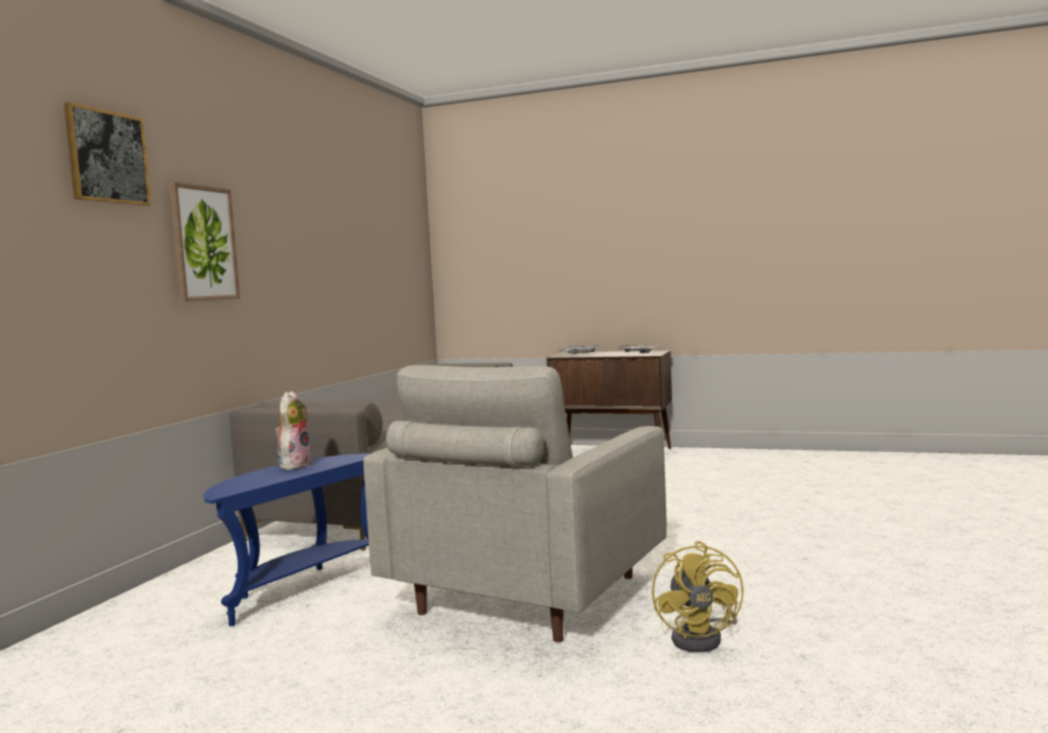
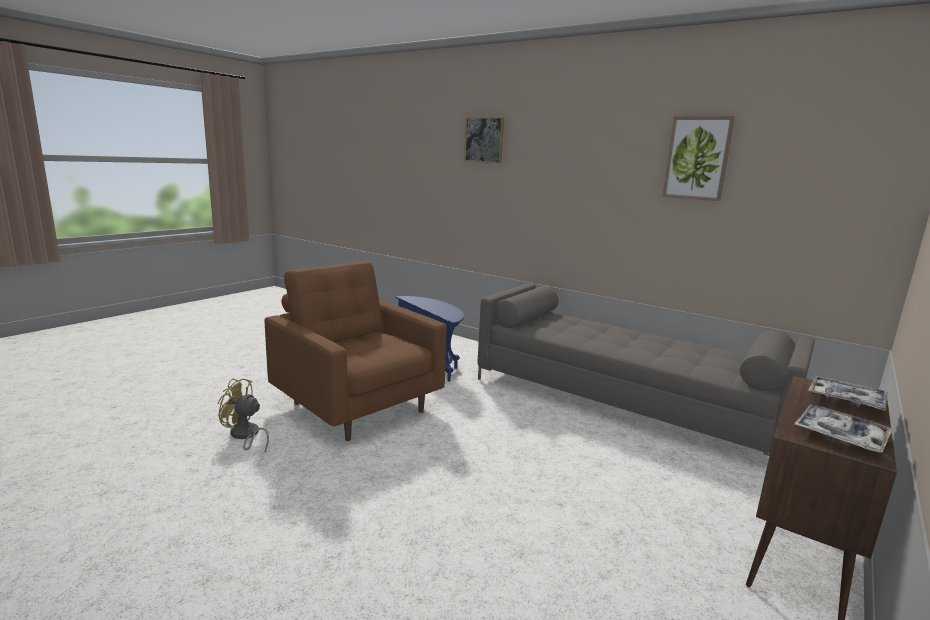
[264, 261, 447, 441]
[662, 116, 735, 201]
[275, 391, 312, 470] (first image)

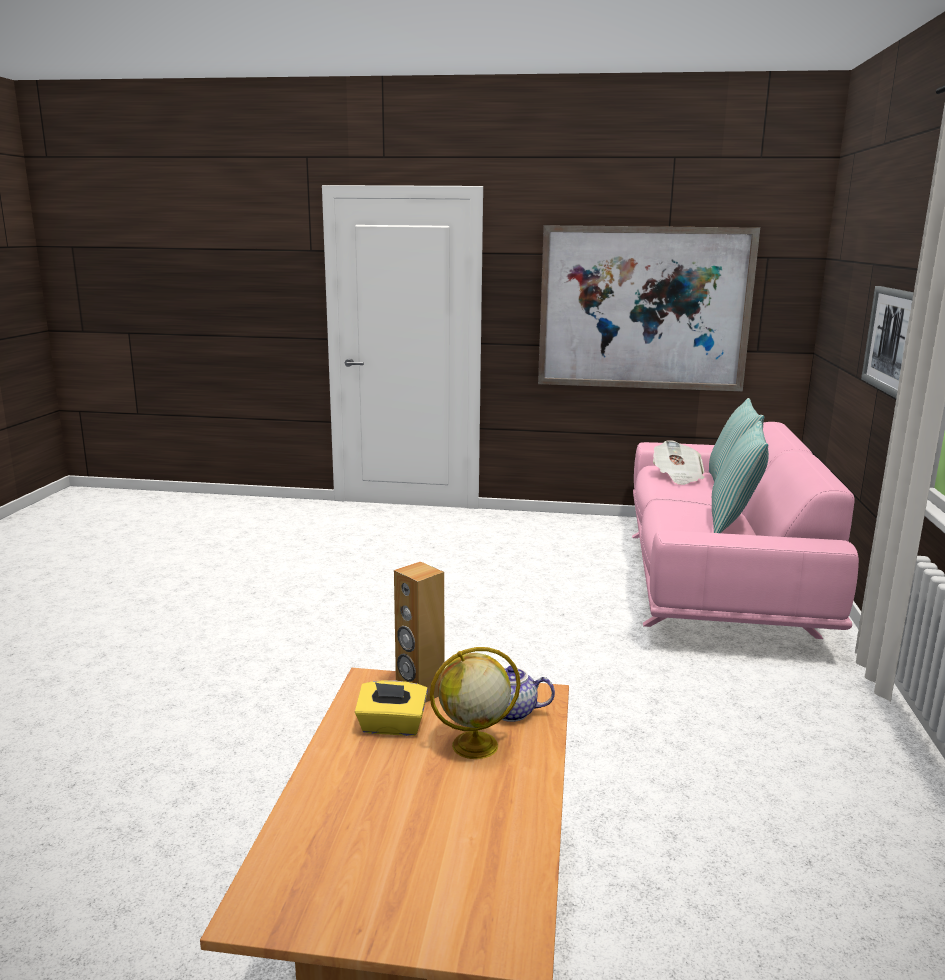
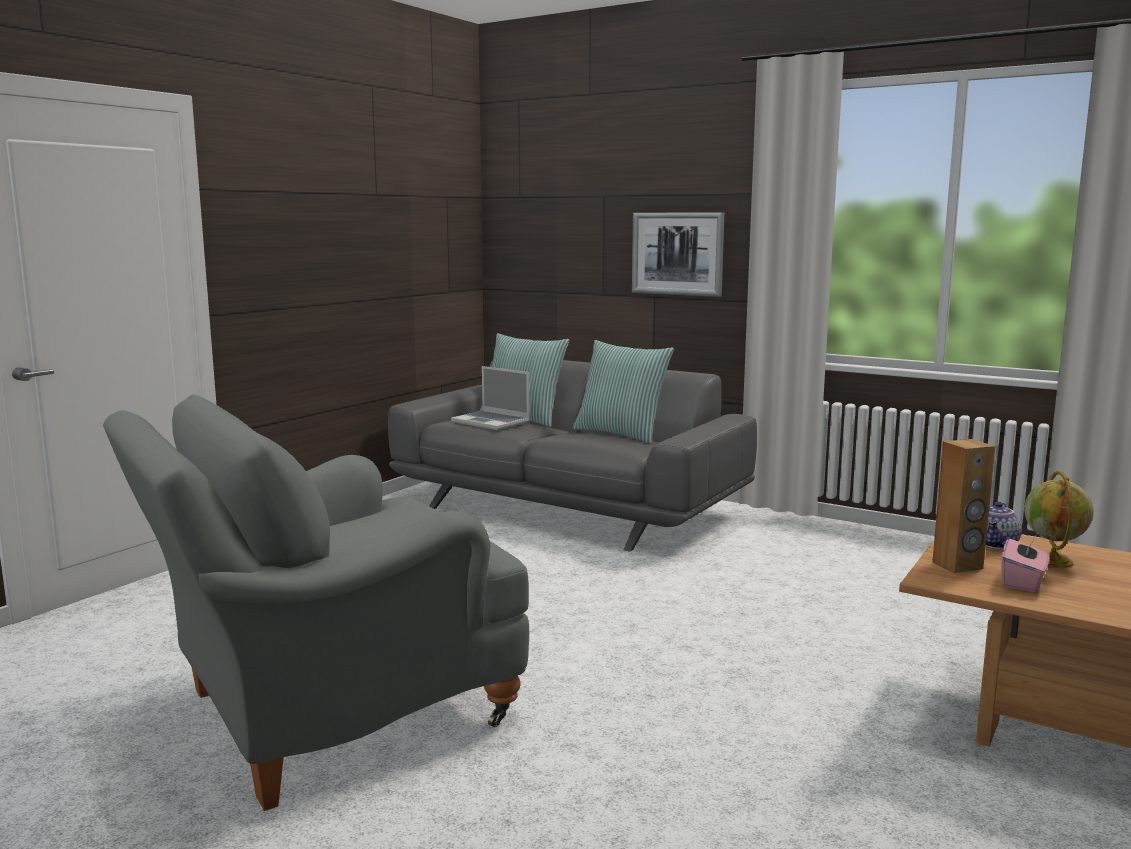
[103, 394, 529, 811]
[388, 360, 757, 552]
[451, 366, 530, 430]
[1001, 534, 1049, 592]
[538, 225, 760, 392] (first image)

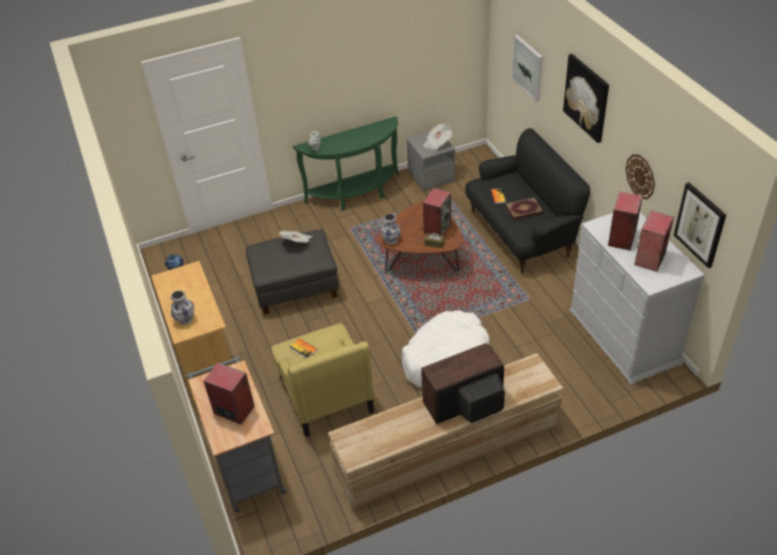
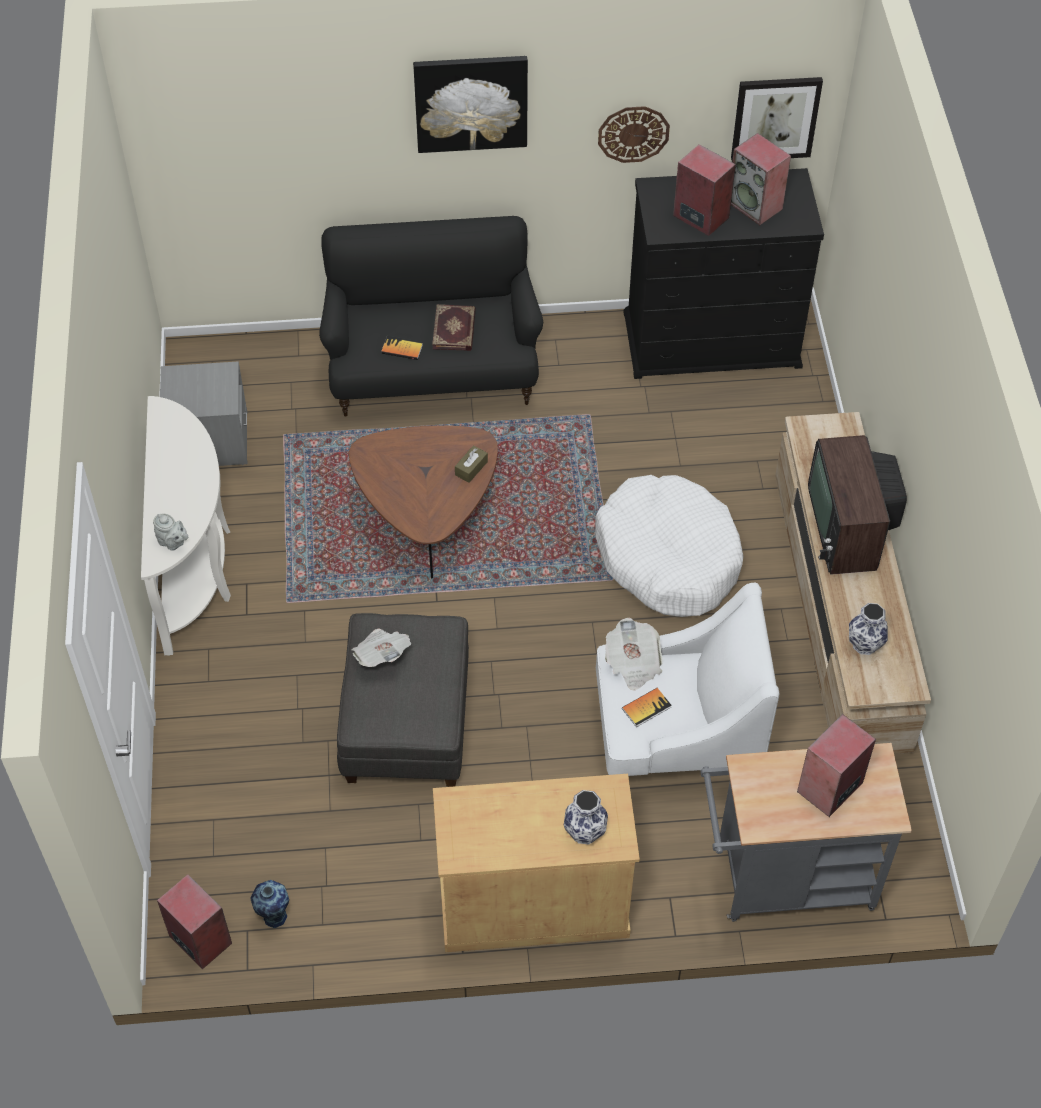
[141, 396, 231, 656]
[157, 874, 232, 970]
[596, 583, 780, 776]
[605, 618, 662, 691]
[623, 168, 824, 379]
[849, 603, 888, 655]
[512, 35, 543, 102] (first image)

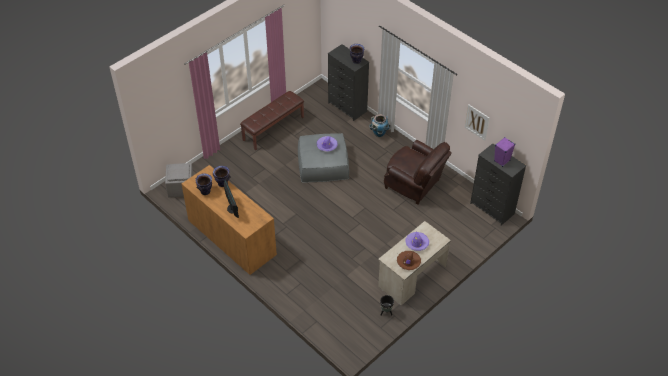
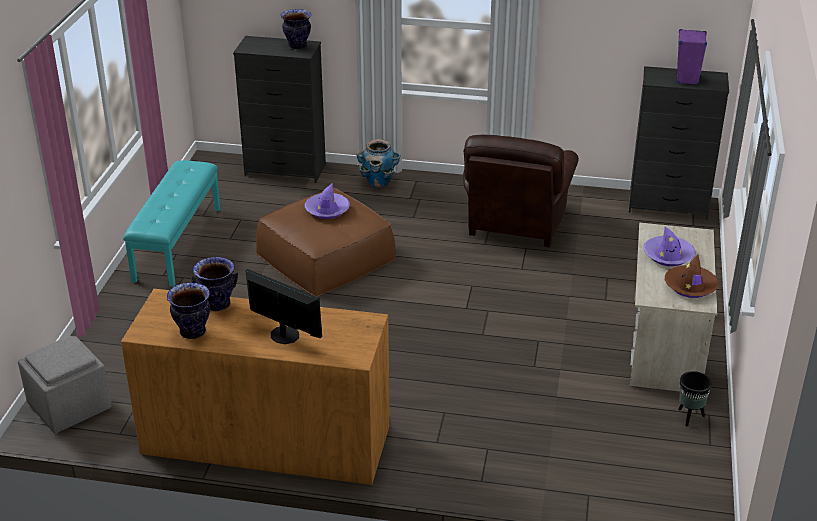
[123, 160, 220, 287]
[256, 188, 396, 297]
[463, 135, 579, 247]
[465, 105, 490, 141] (first image)

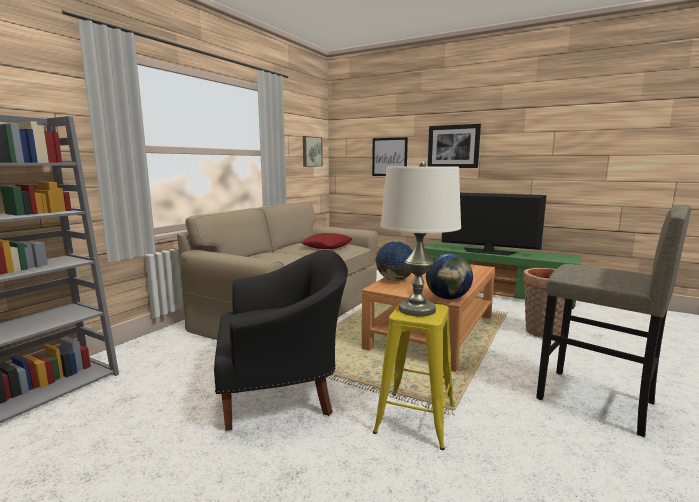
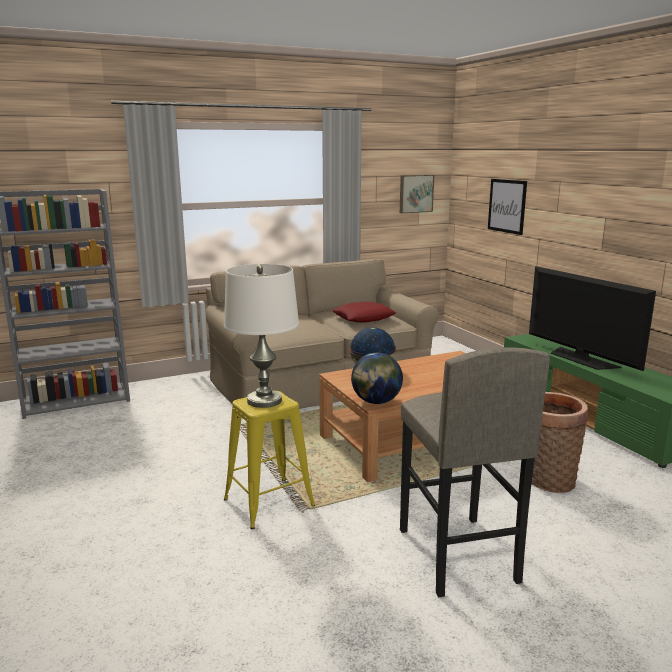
[214, 250, 348, 431] (first image)
[428, 124, 481, 168] (first image)

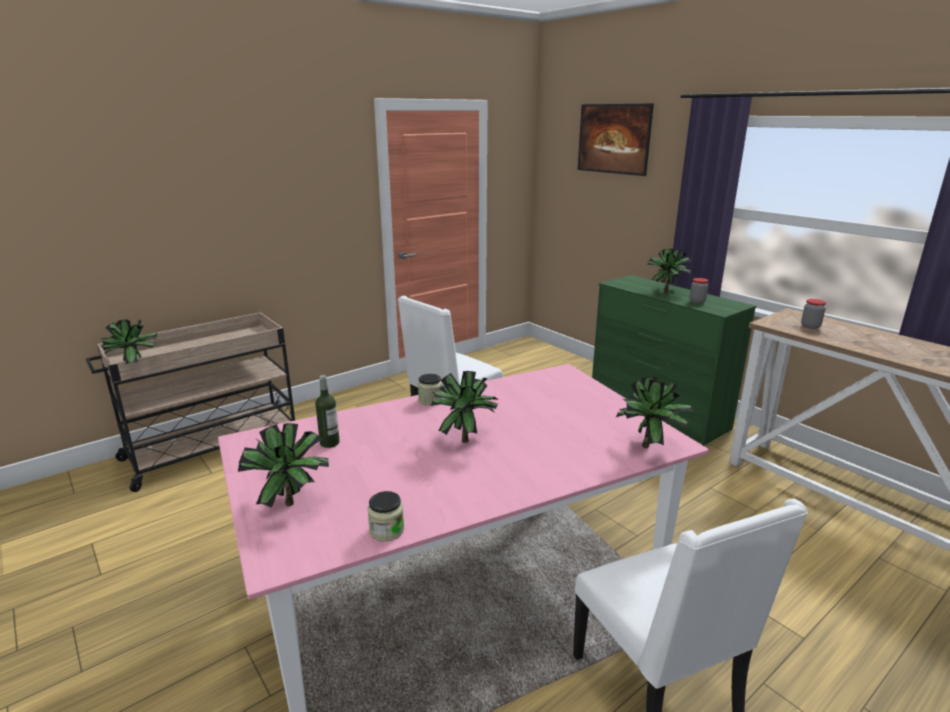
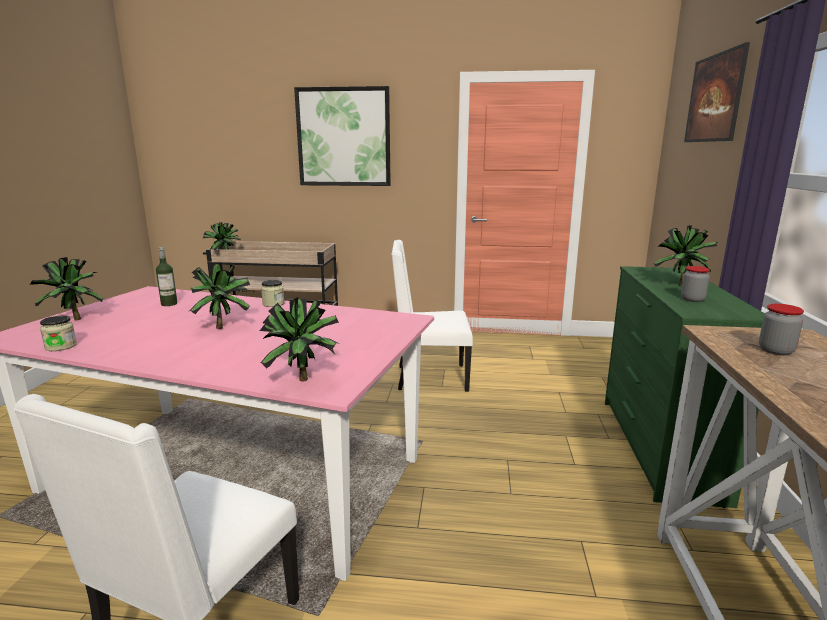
[294, 86, 391, 186]

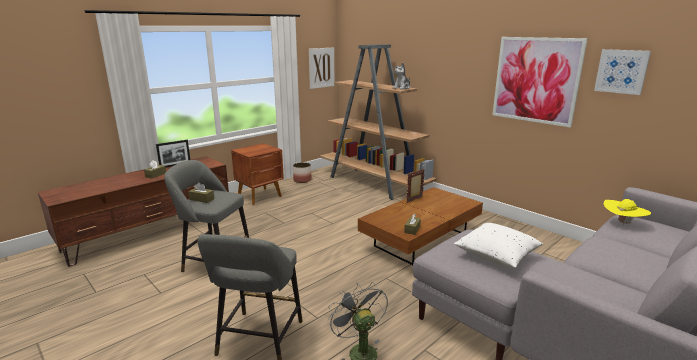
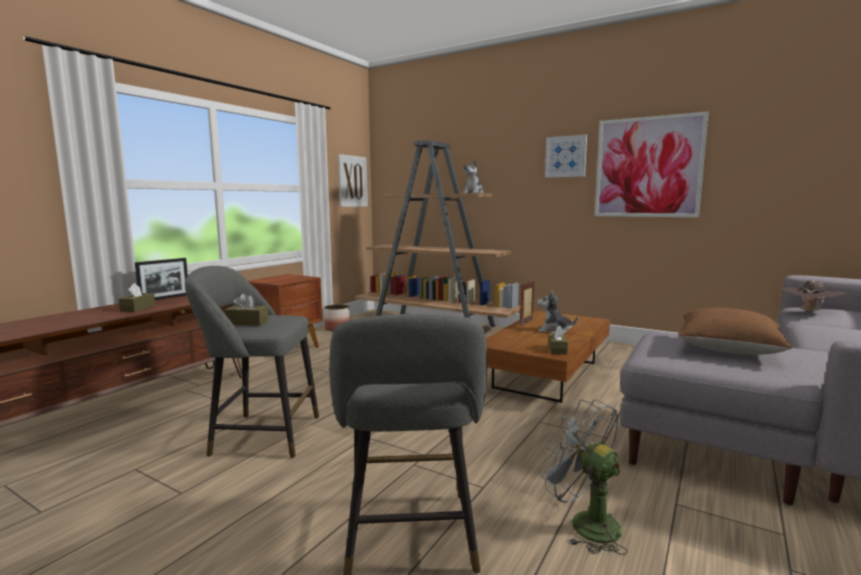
[537, 290, 578, 334]
[545, 134, 587, 178]
[678, 308, 792, 355]
[781, 280, 847, 313]

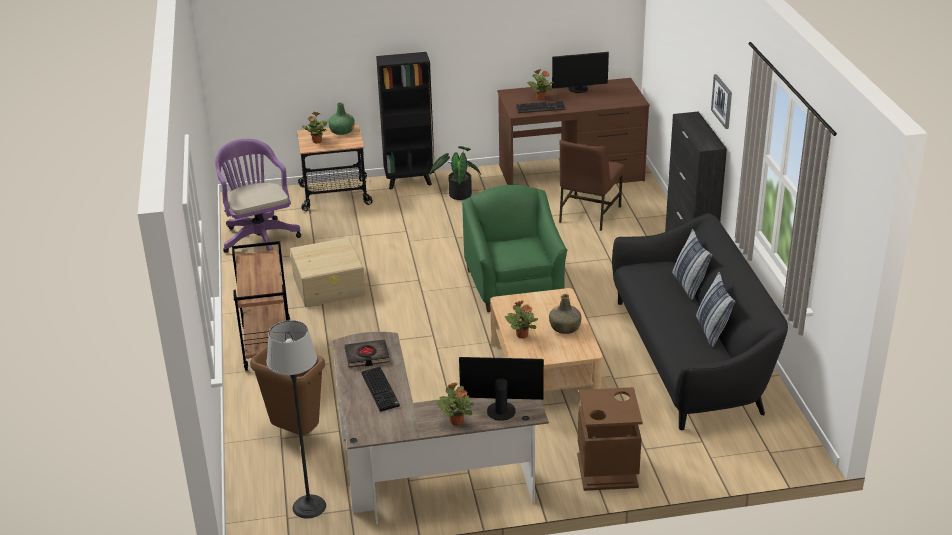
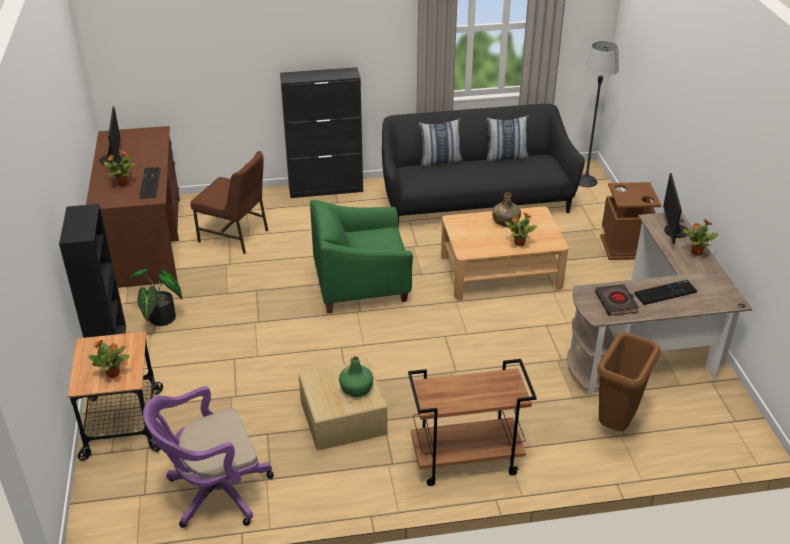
[339, 356, 373, 397]
[579, 41, 619, 187]
[711, 74, 732, 129] (first image)

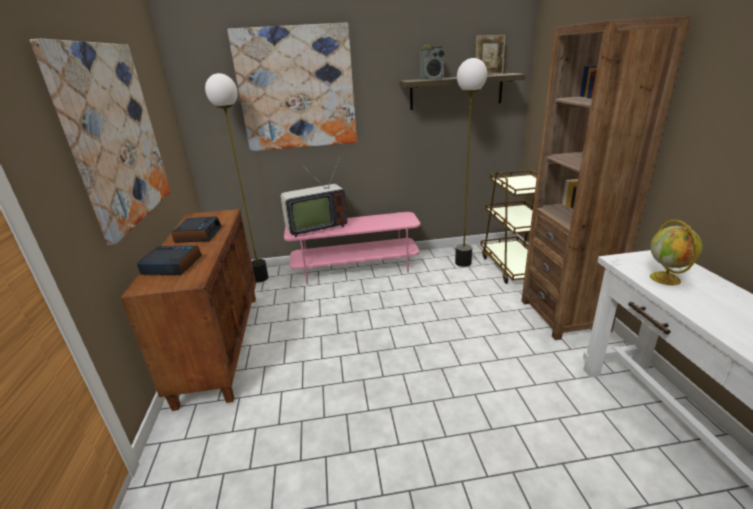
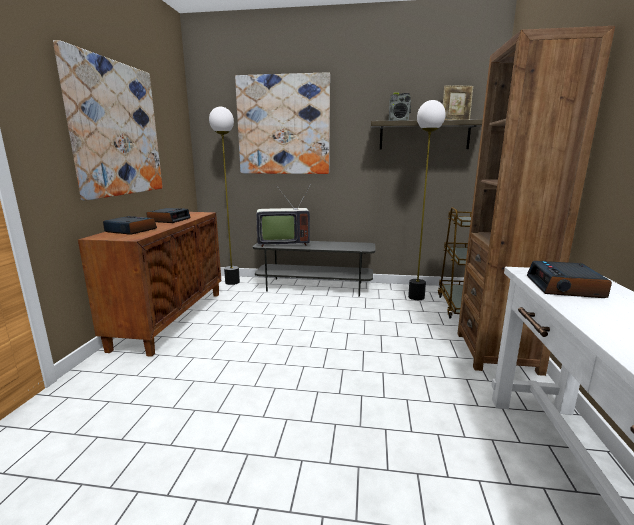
[253, 241, 375, 297]
[527, 261, 612, 298]

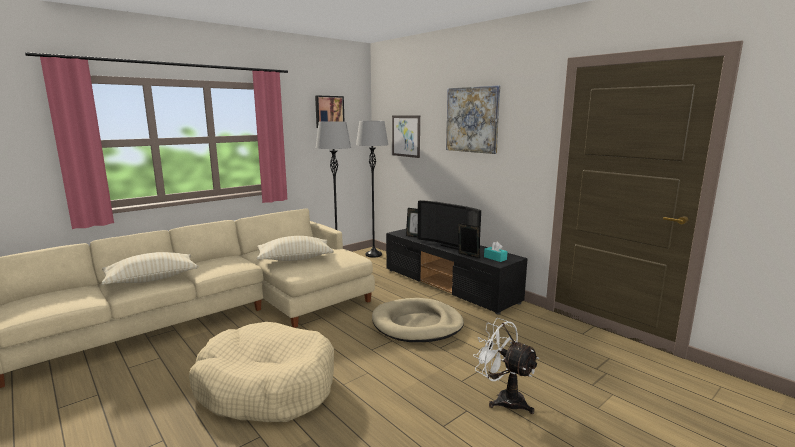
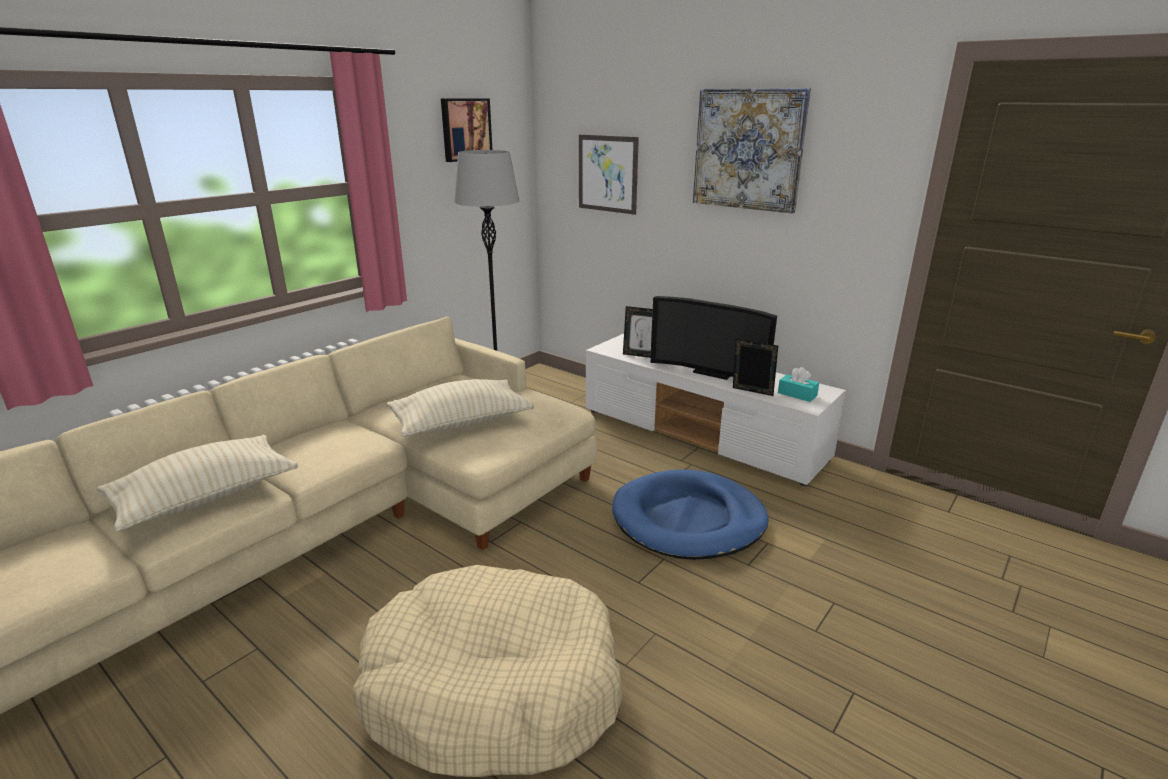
[586, 334, 846, 486]
[612, 470, 768, 560]
[356, 121, 388, 258] (first image)
[473, 318, 539, 414] (first image)

